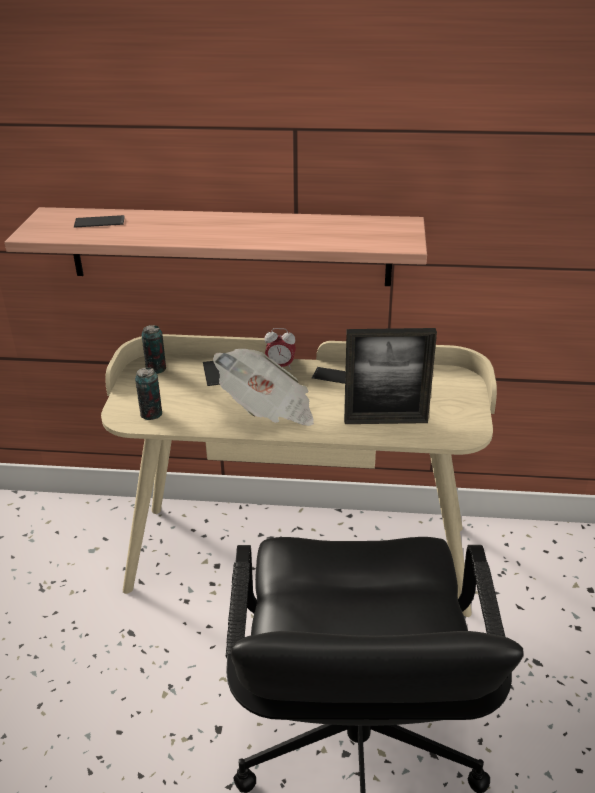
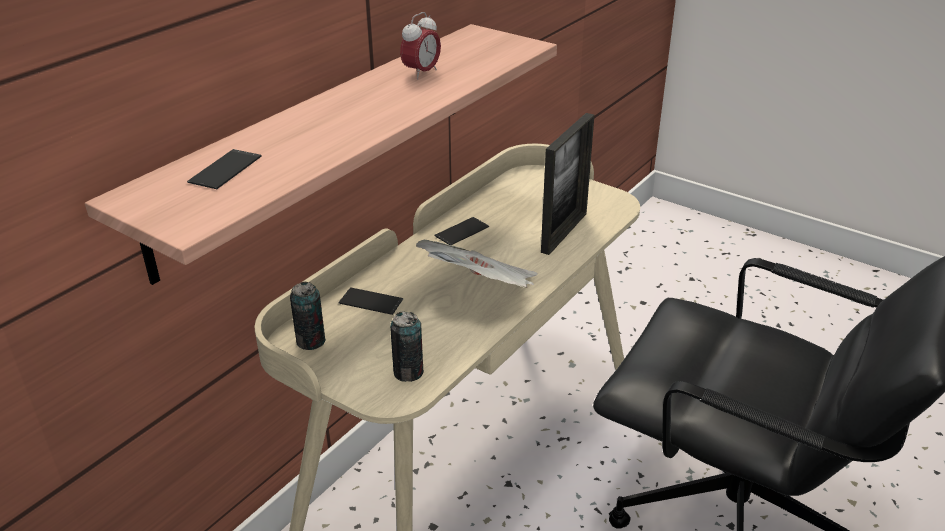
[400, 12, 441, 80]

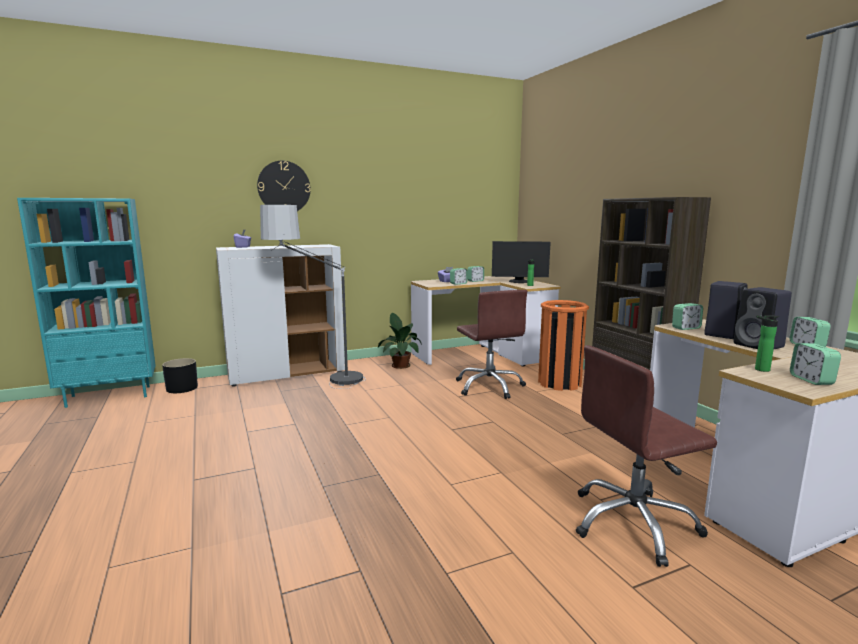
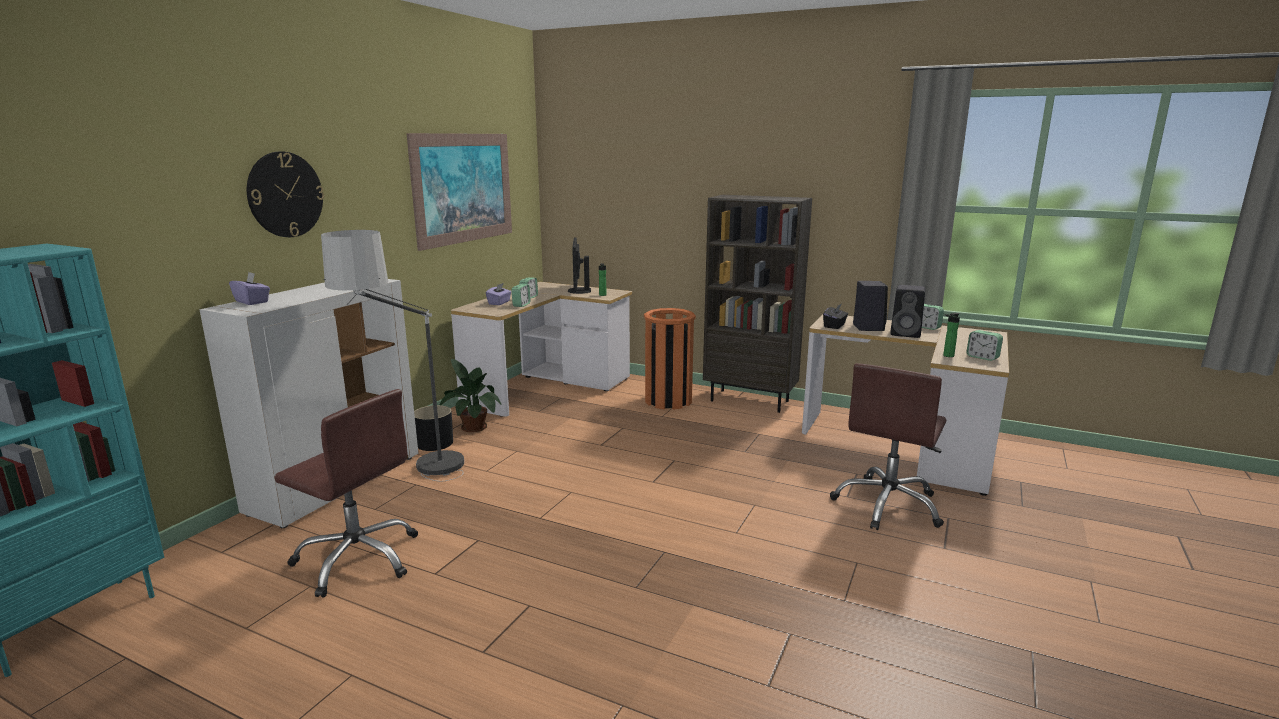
[274, 389, 418, 598]
[406, 133, 512, 251]
[414, 405, 453, 451]
[568, 237, 591, 294]
[823, 304, 848, 329]

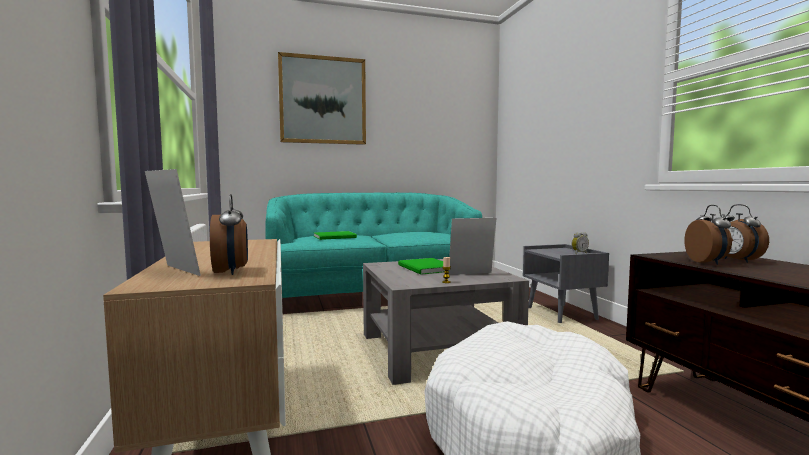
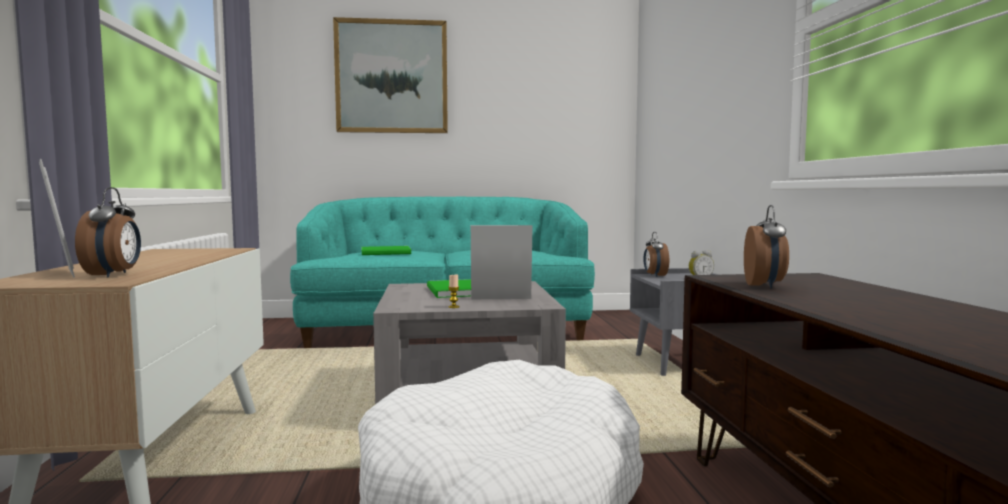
[644, 232, 669, 277]

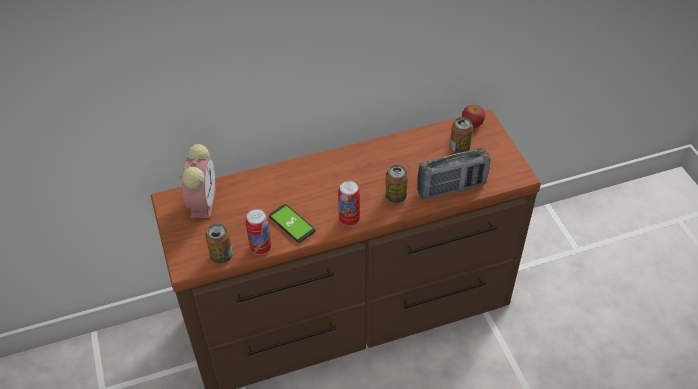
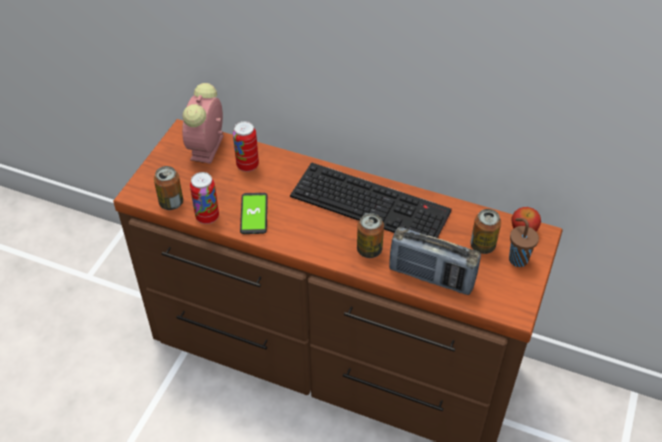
[182, 83, 224, 164]
[233, 121, 259, 172]
[290, 162, 452, 238]
[509, 218, 539, 267]

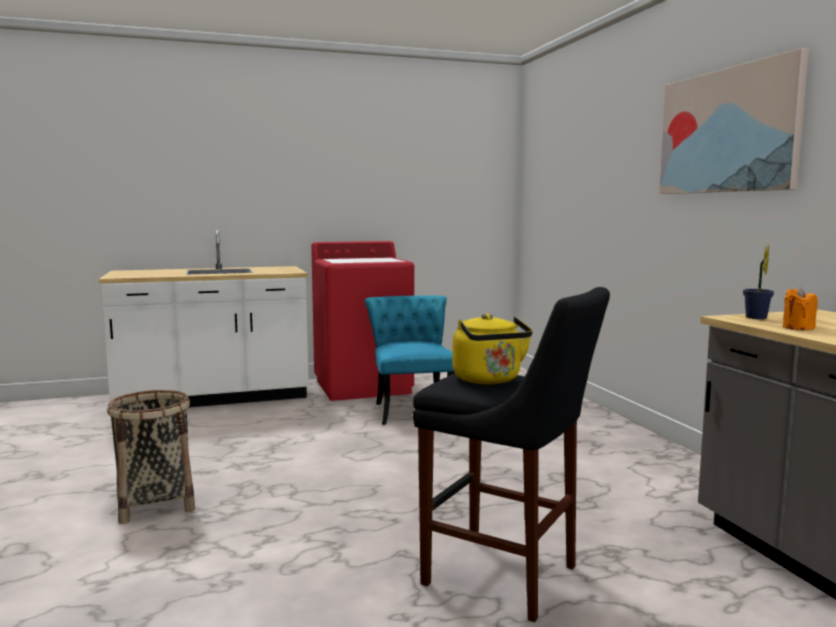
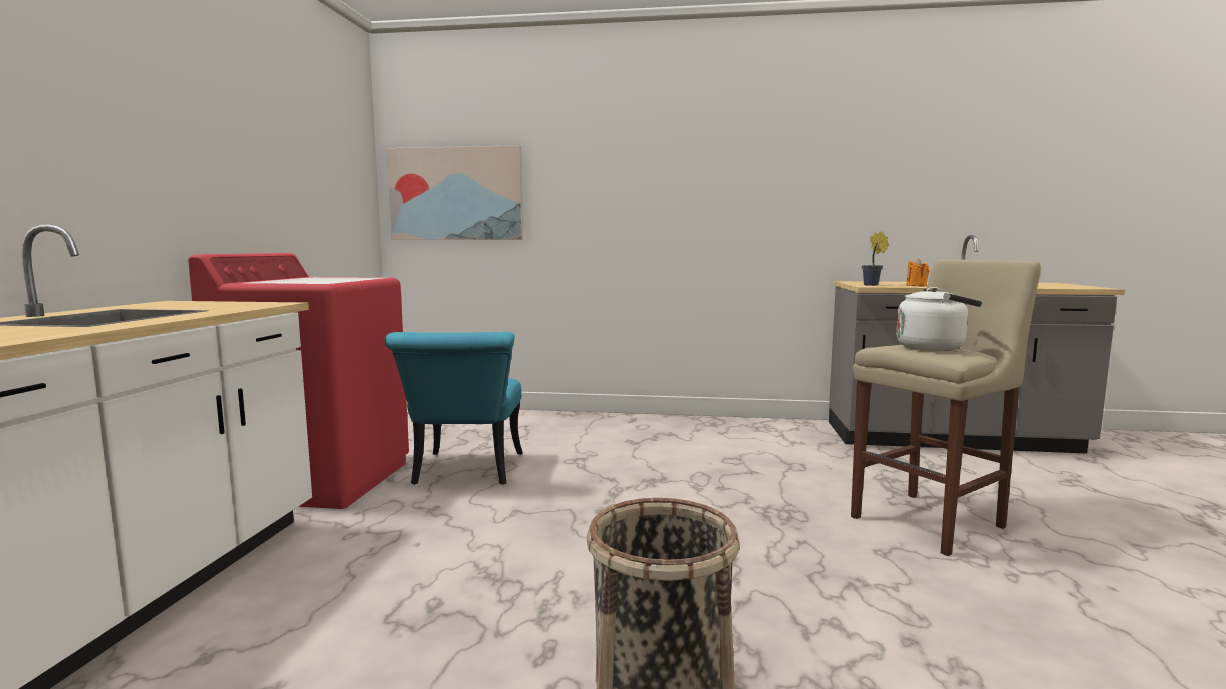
[385, 332, 523, 485]
[387, 145, 523, 240]
[851, 259, 1041, 556]
[896, 287, 982, 351]

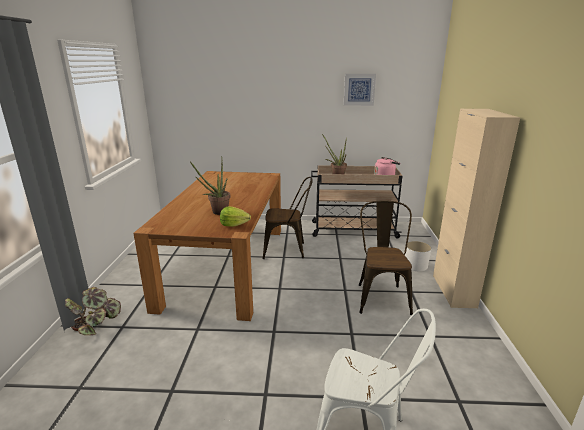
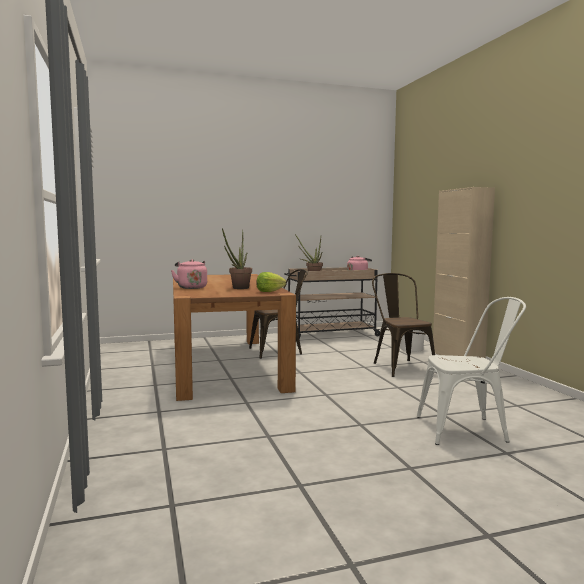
[171, 259, 207, 289]
[65, 287, 121, 335] (first image)
[344, 74, 376, 106] (first image)

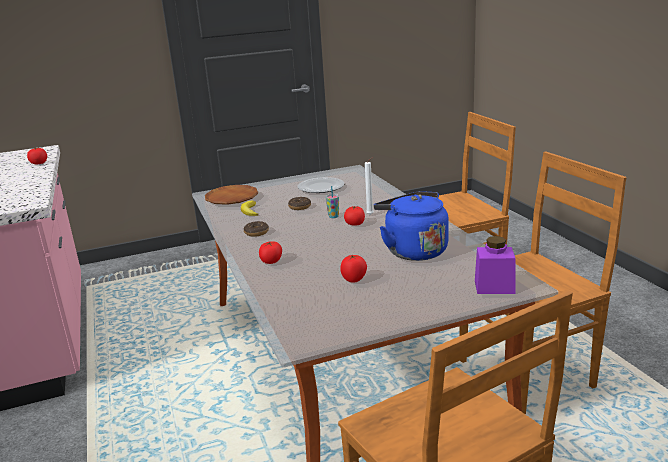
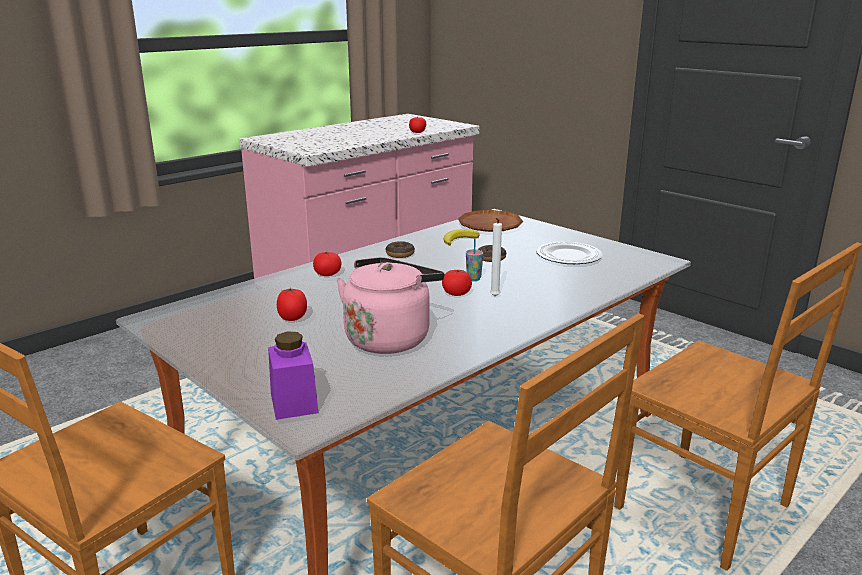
[337, 257, 444, 354]

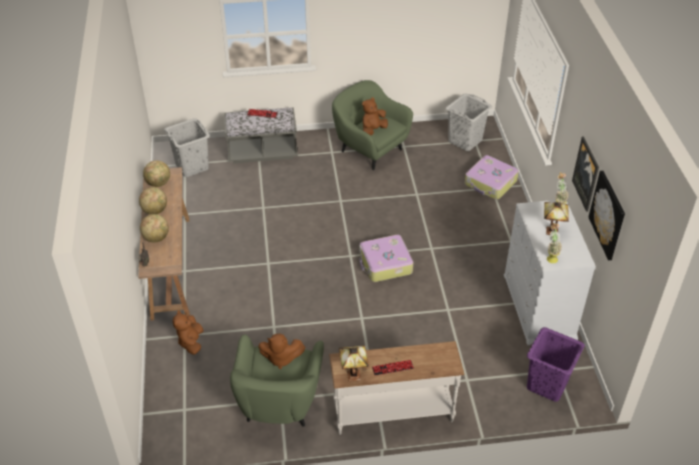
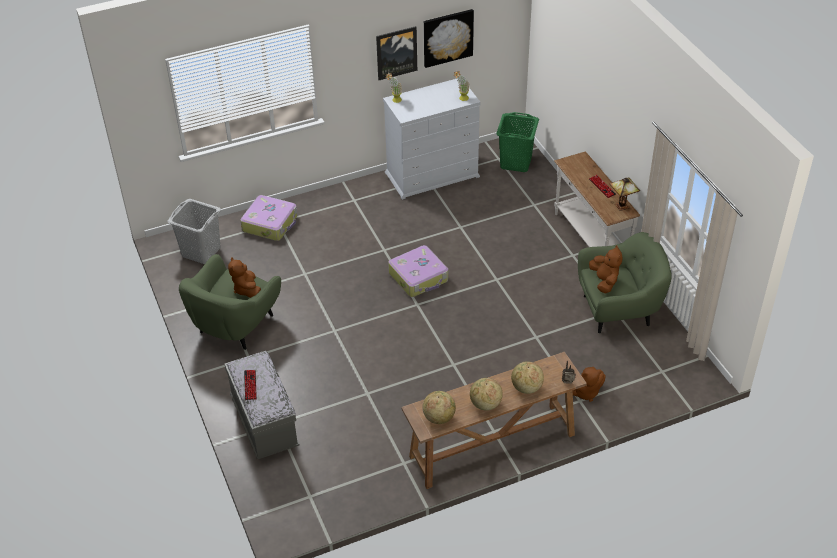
[228, 257, 261, 298]
[496, 112, 539, 172]
[164, 118, 210, 177] (first image)
[544, 202, 569, 235] (first image)

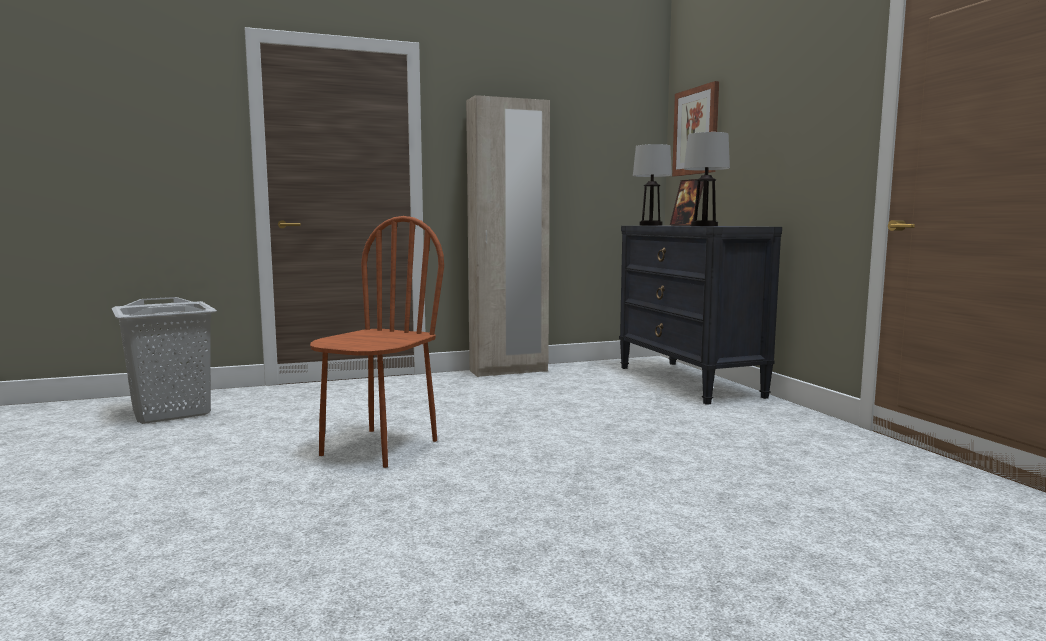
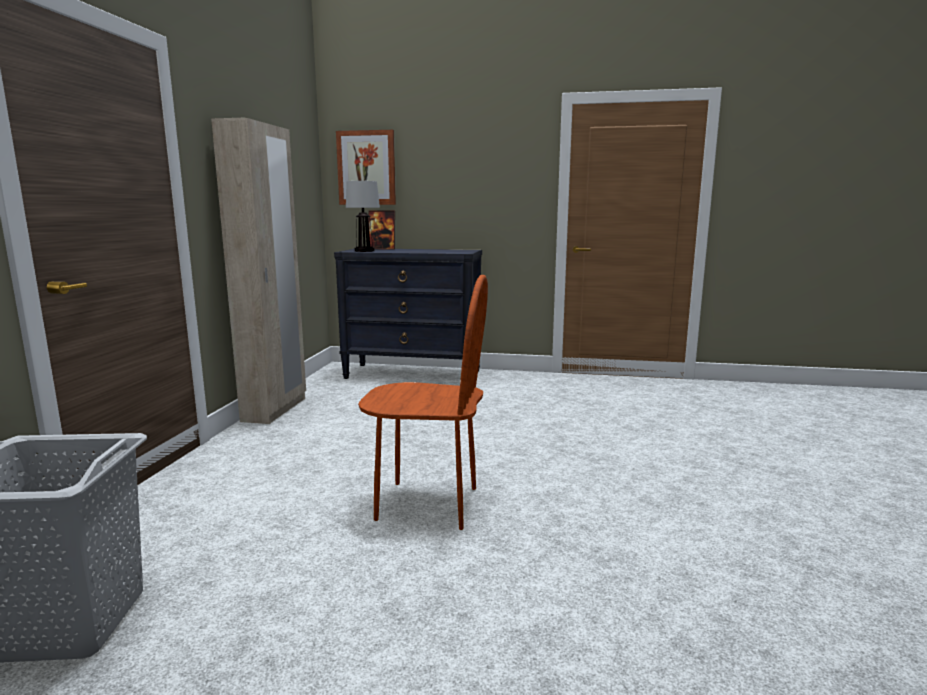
[358, 275, 488, 530]
[684, 132, 730, 226] (first image)

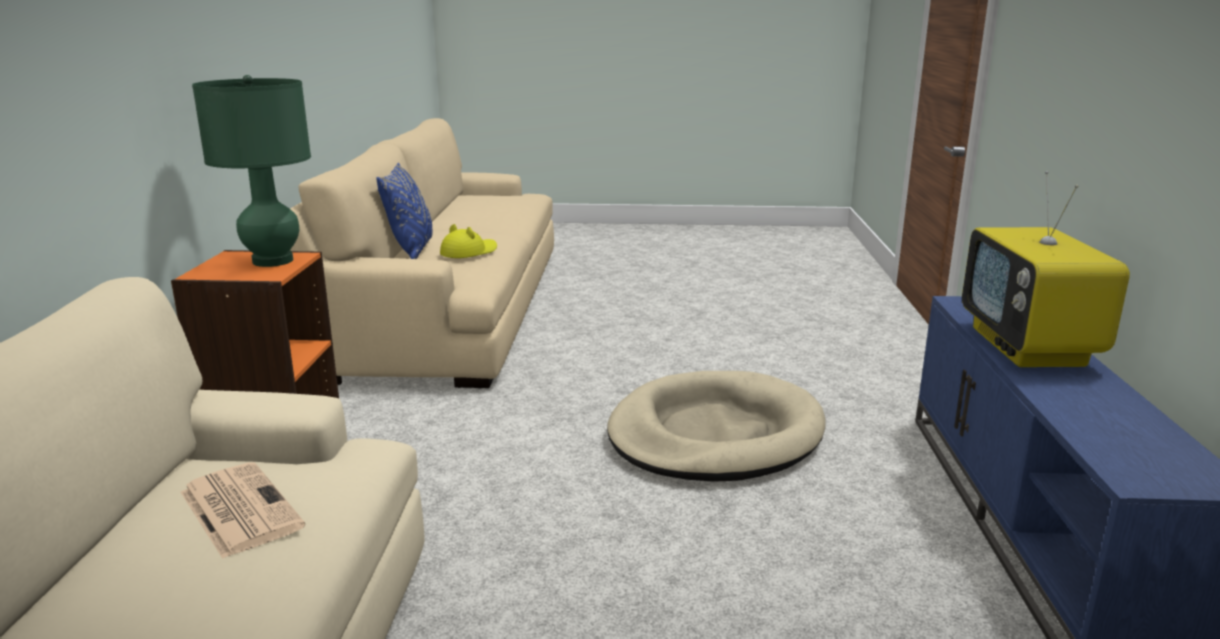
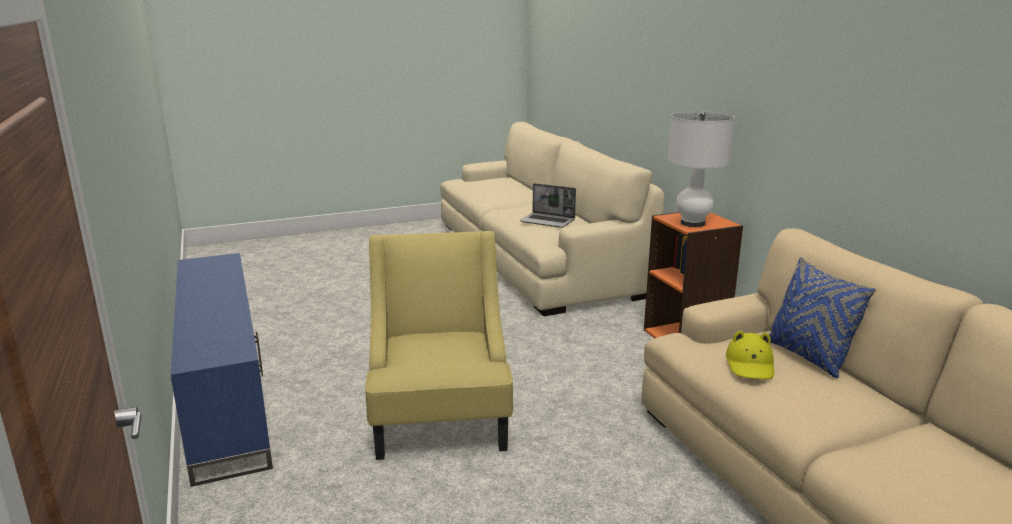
[365, 231, 513, 460]
[520, 183, 576, 228]
[668, 111, 735, 227]
[962, 171, 1130, 367] (first image)

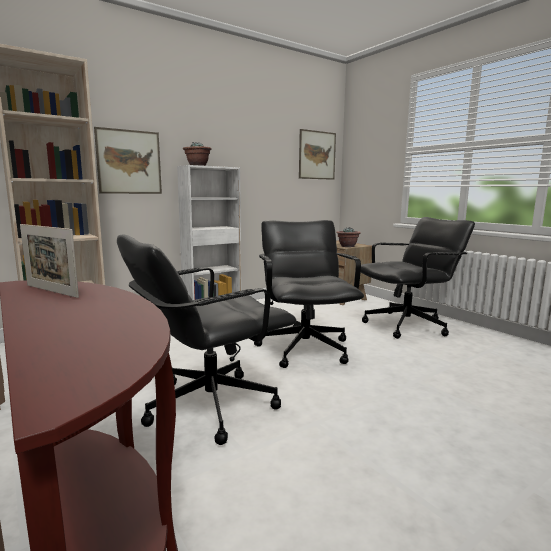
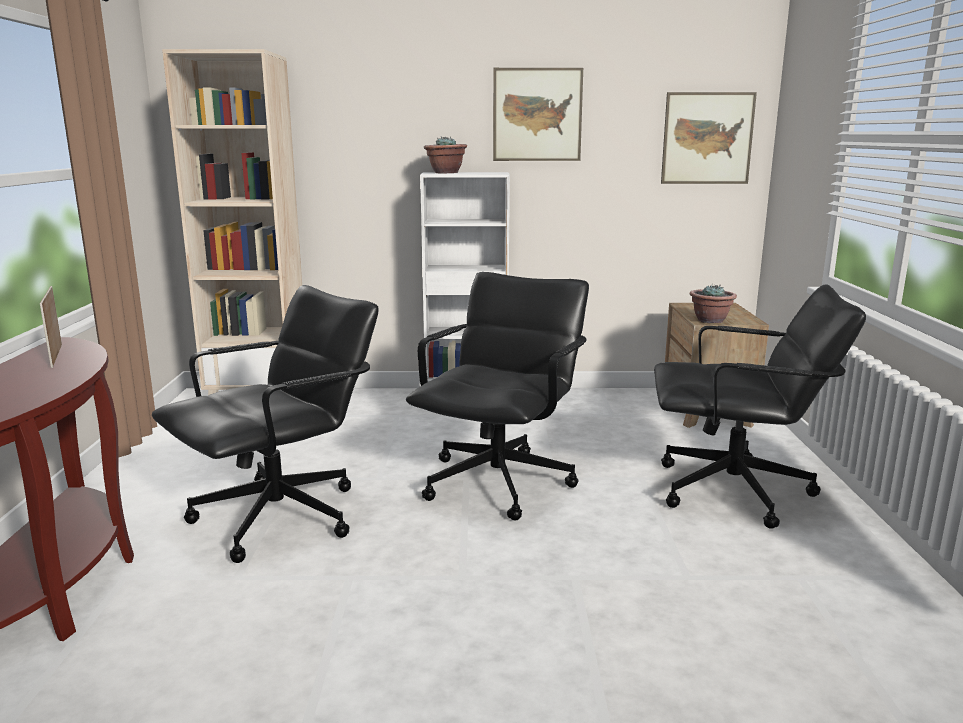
[152, 285, 378, 563]
[493, 68, 583, 161]

